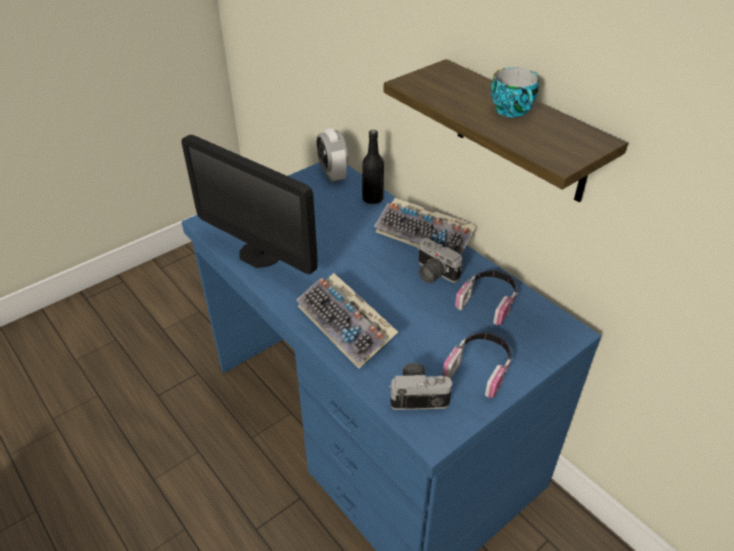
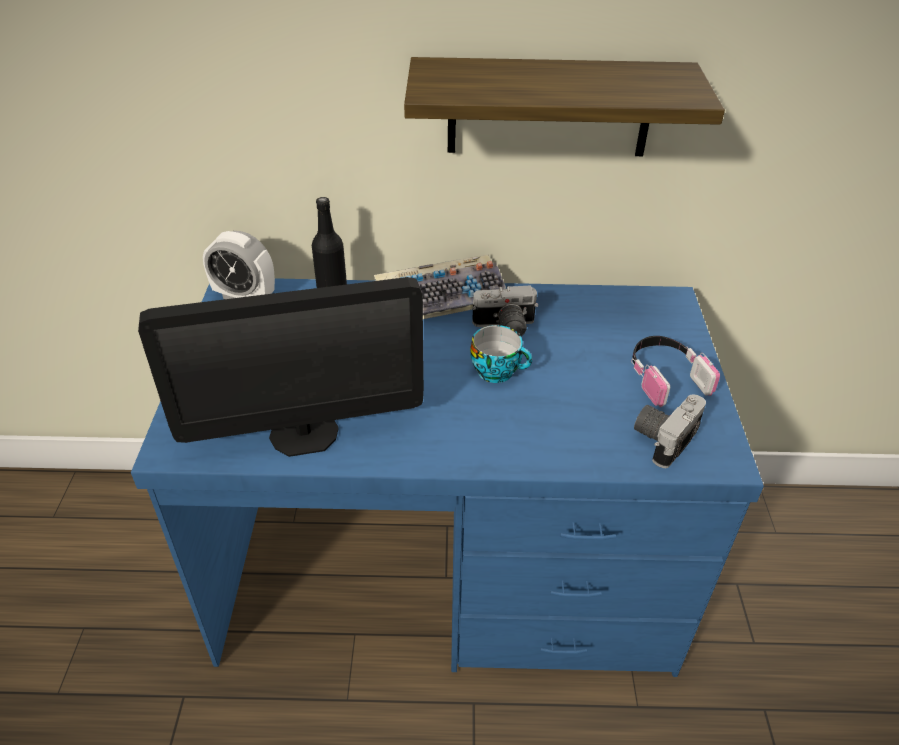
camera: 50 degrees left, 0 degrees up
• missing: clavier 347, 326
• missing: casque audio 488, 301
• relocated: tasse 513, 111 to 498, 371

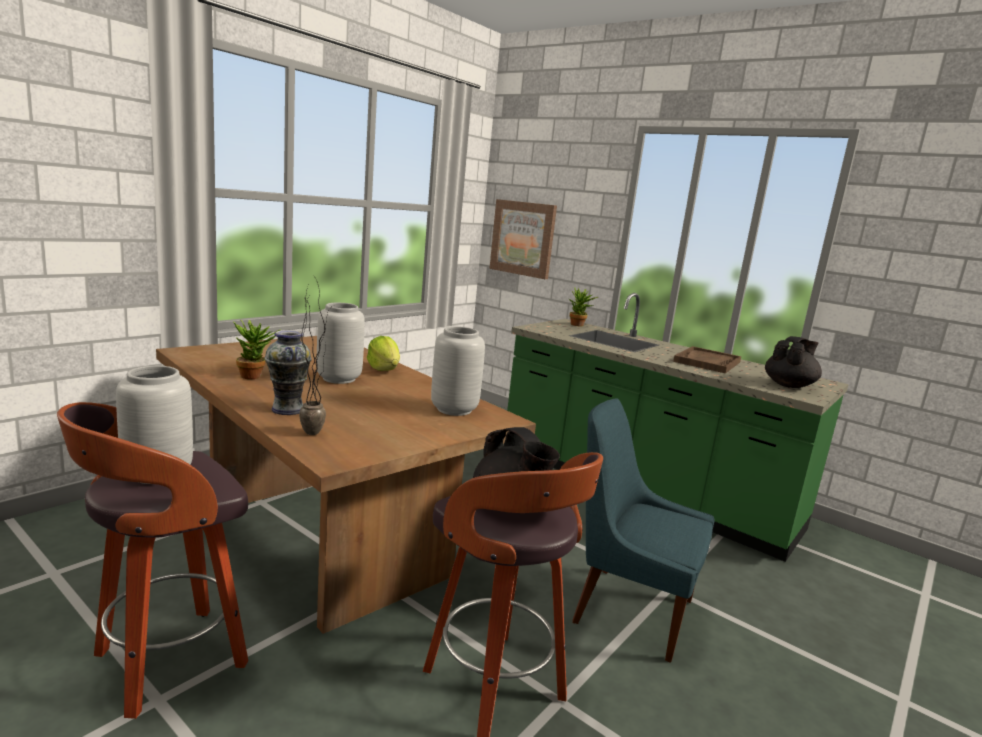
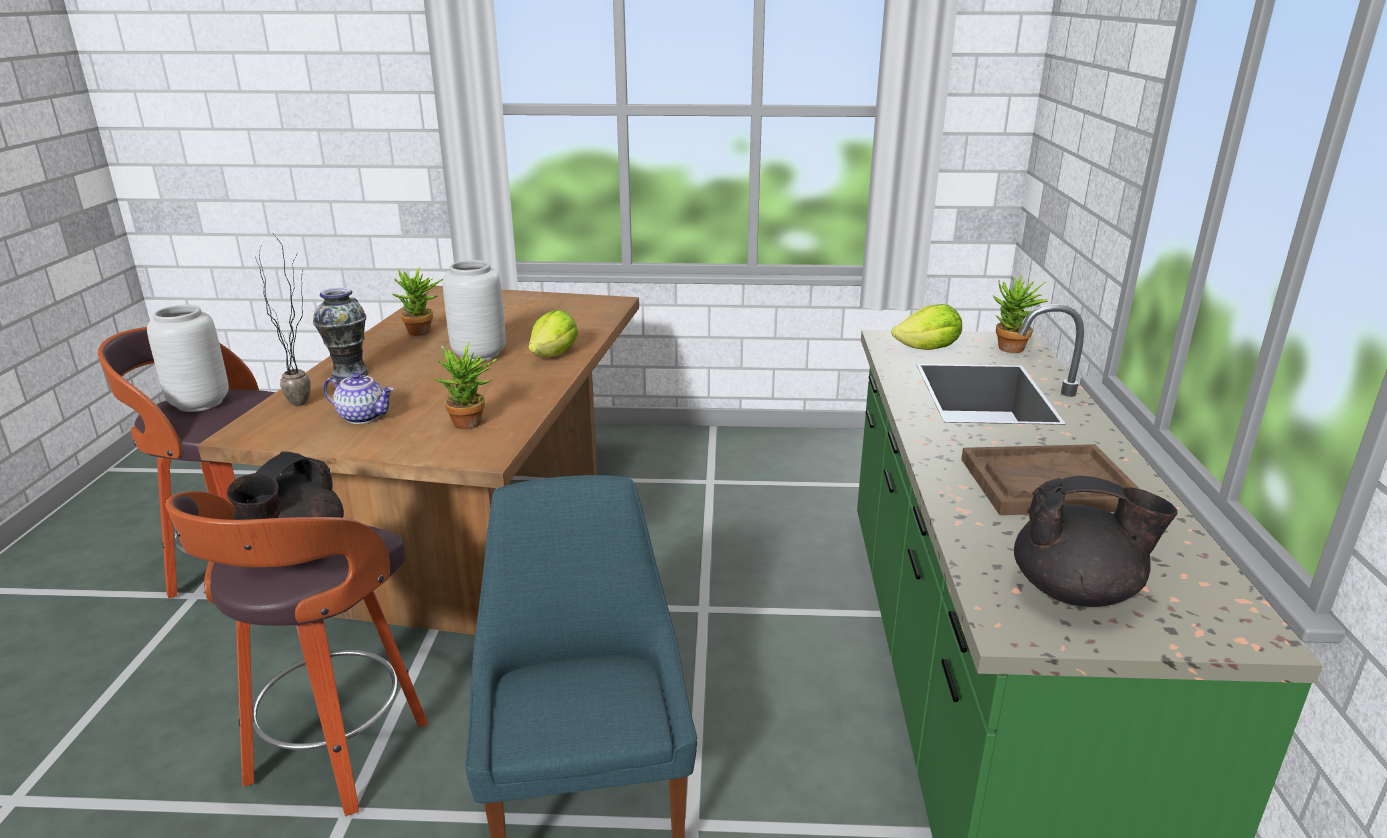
camera: 55 degrees right, 10 degrees up
• missing: tableau 523, 238
• appeared: théière 364, 416
• appeared: laitue 928, 349
• exchanged: vase (gris) 454, 410 to plante en pot 472, 425

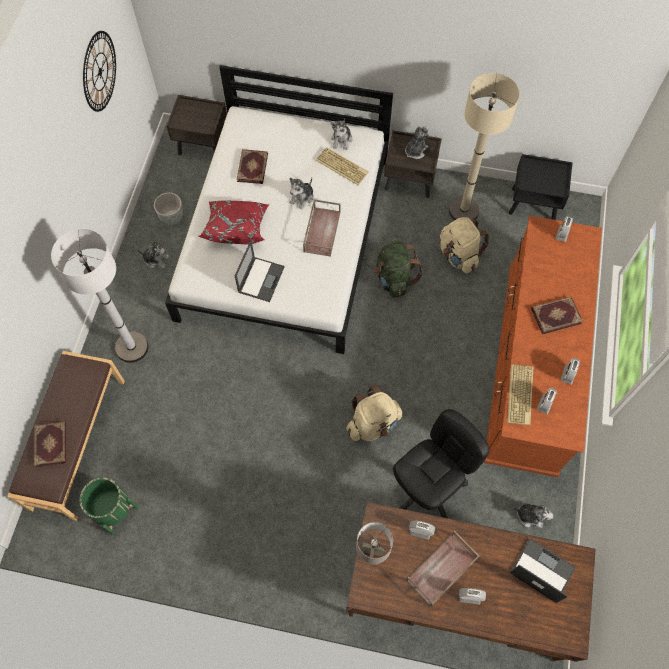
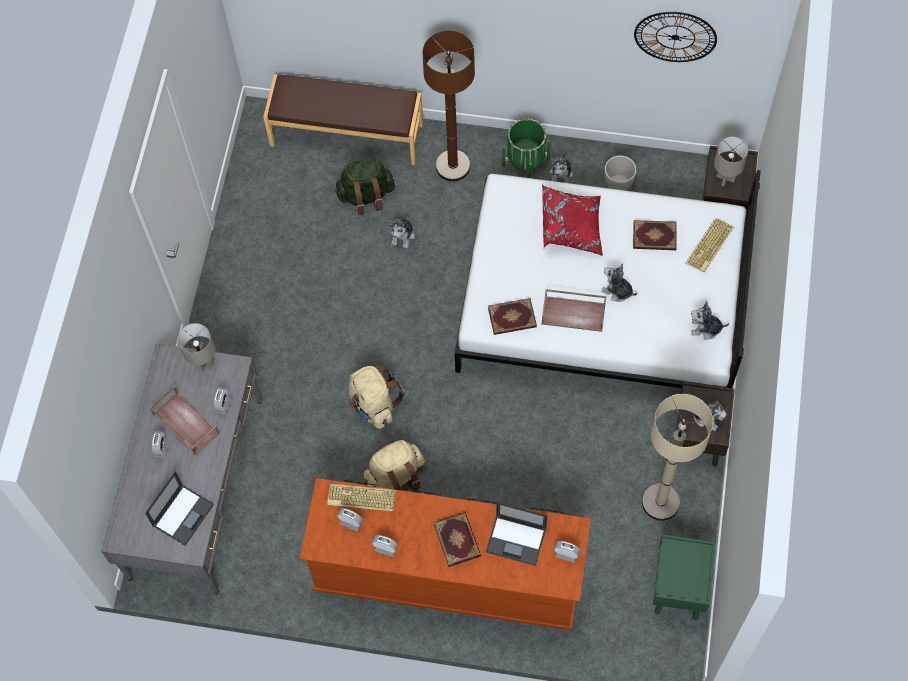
camera: 90 degrees right, 0 degrees up
• missing: chaise de bureau (noir) 428, 487
• appeared: lampe de table (gris) 725, 179
• relocated: livre 52, 444 to 512, 318
• relocated: cache-pot (vert) 114, 510 to 526, 162
• relocated: ordinateur portable 261, 279 to 517, 540
• relocated: clavier 343, 166 to 710, 246
• relocated: sac à dos (vert) 394, 278 to 366, 196
• relocated: sac à dos (beige) 458, 255 to 395, 476
• relocated: peluche 530, 516 to 402, 236
• colour: lampadaire (blanc) 132, 347 to lampadaire (marron) 452, 166
• colour: bureau (marron) 456, 592 to bureau (gris) 196, 488
• colour: table de chevet (noir) 533, 204 to table de chevet (vert) 679, 589

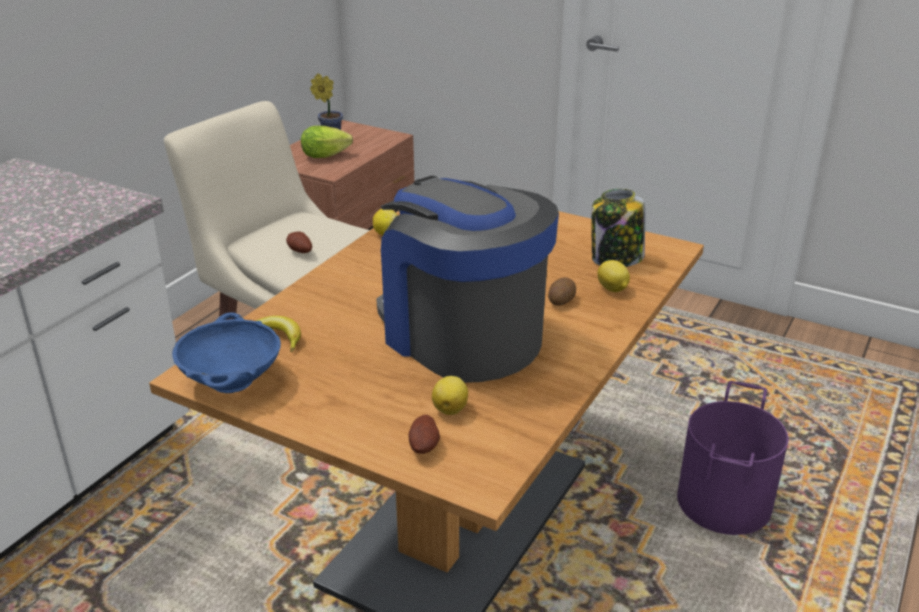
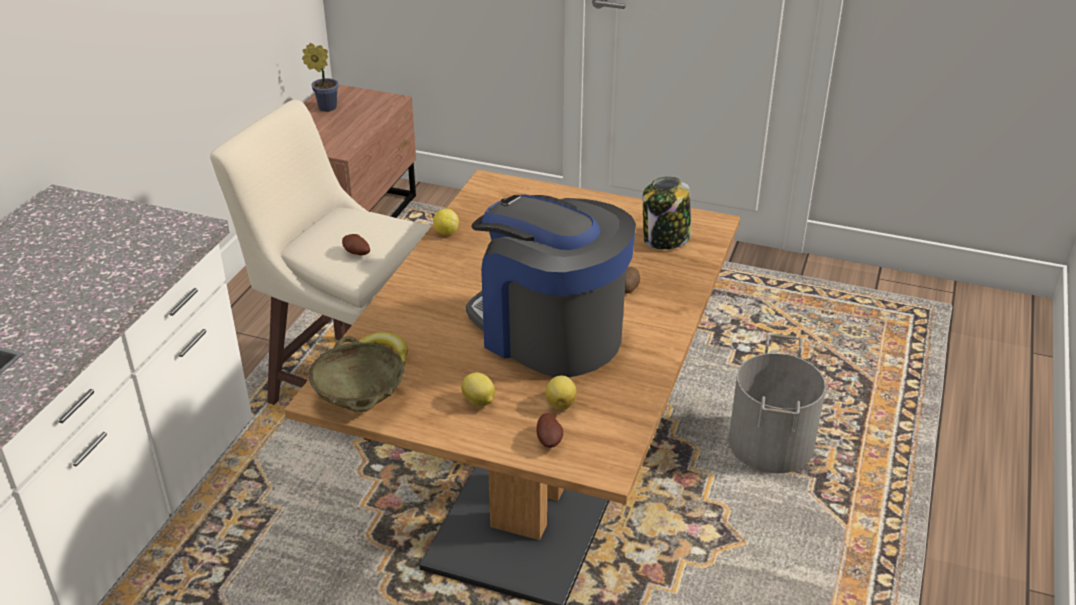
camera: 10 degrees left, 5 degrees up
• missing: laitue 328, 156
• relocated: citron 612, 289 to 479, 402
• colour: bol (bleu) 231, 382 to bol (beige) 360, 400
• colour: seau (violet) 725, 503 to seau (gris) 772, 445

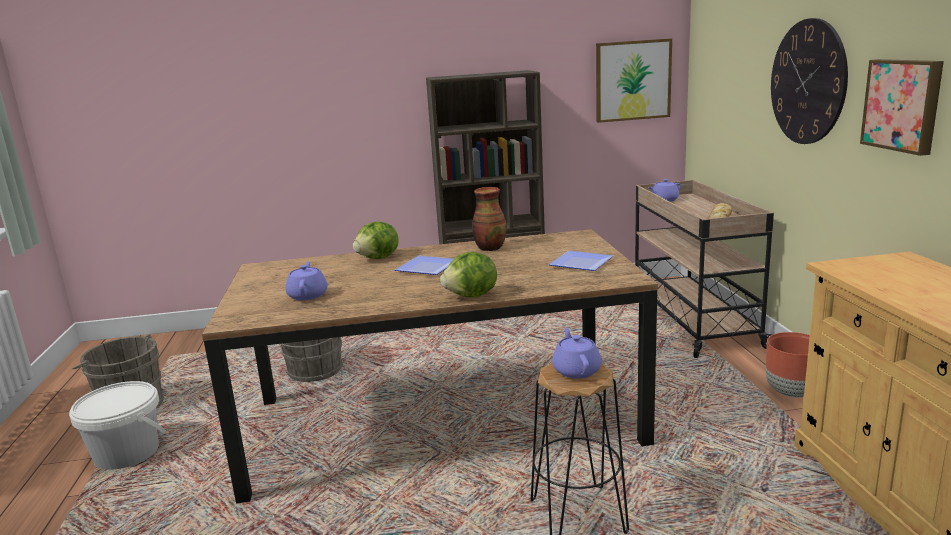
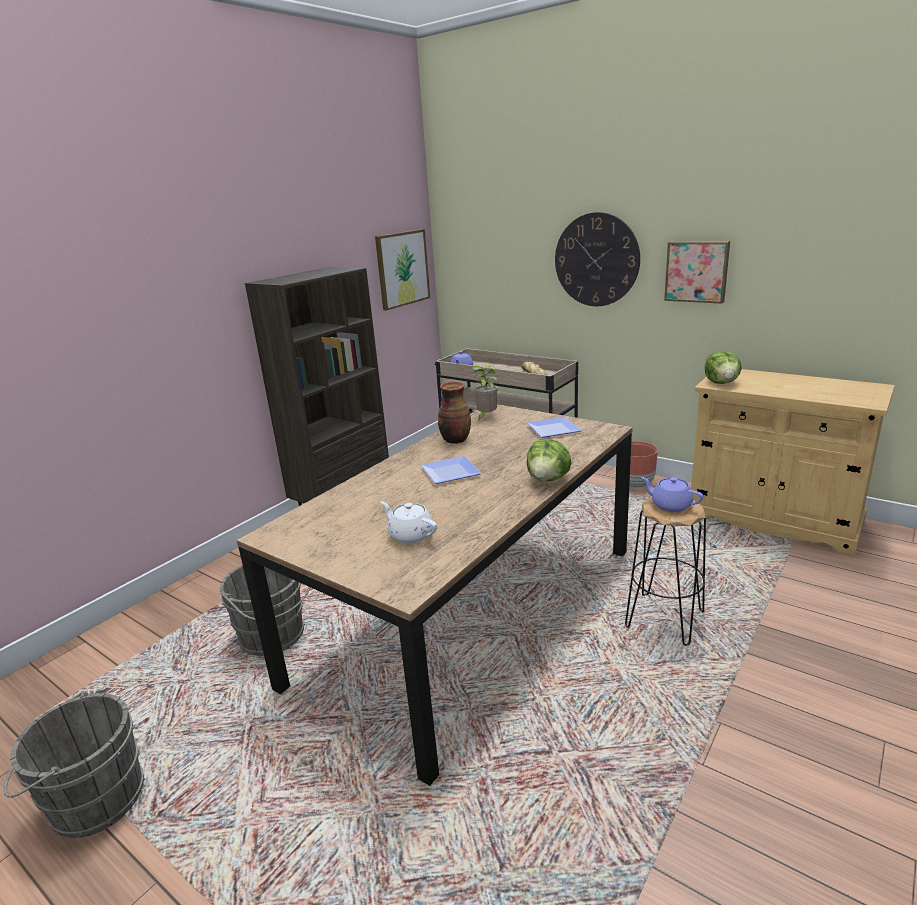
camera: 45 degrees left, 5 degrees up
• missing: seau (blanc) 127, 453
• appeared: plante en pot 486, 417
• relocated: laitue 378, 258 to 722, 383
• colour: théière (violet) 308, 295 to théière (blanc) 410, 535

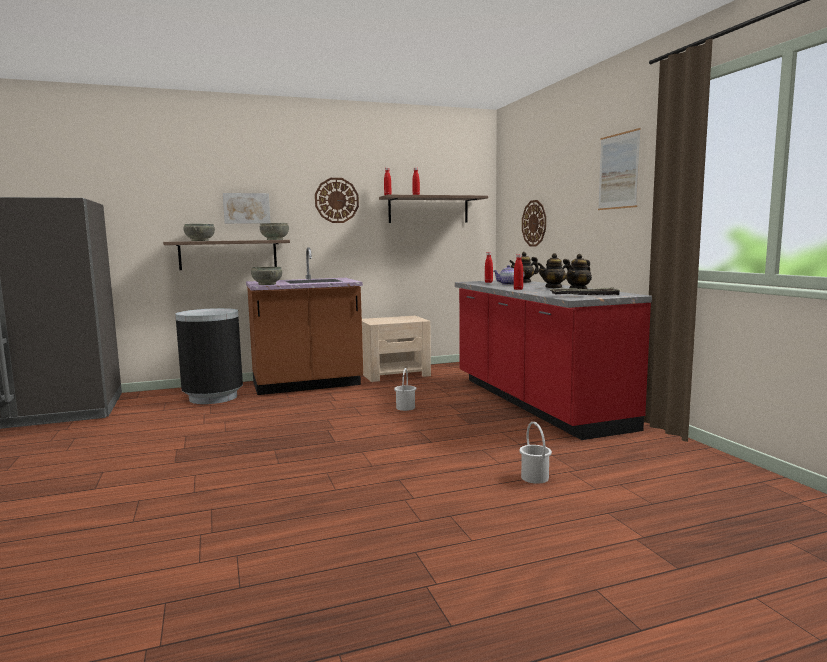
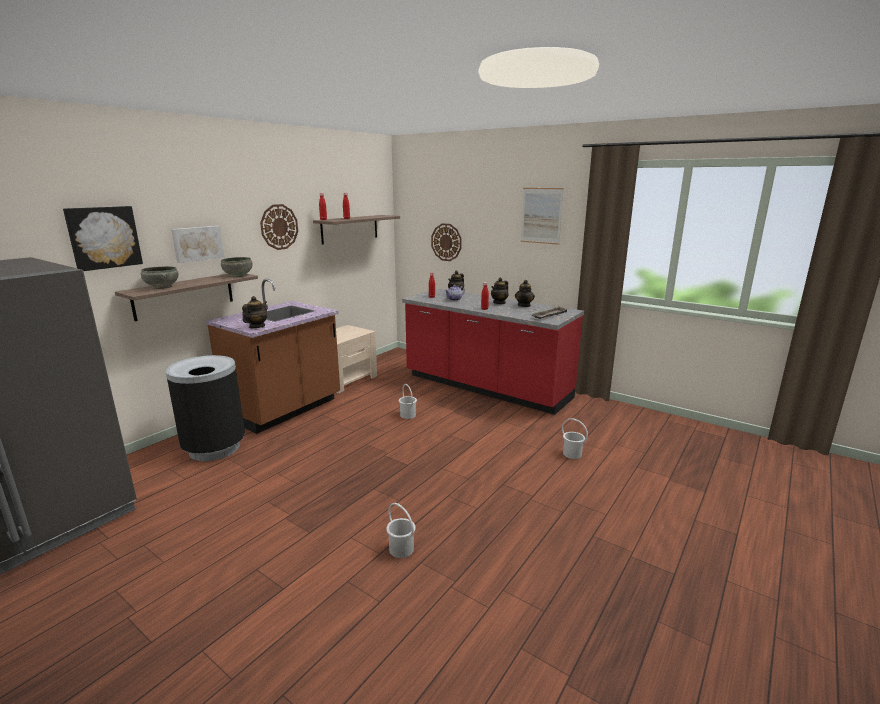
camera: 35 degrees left, 10 degrees up
• appeared: tableau 103, 237
• appeared: seau (blanc) 401, 549
• exchanged: bol (gris) 266, 284 to théière 256, 326

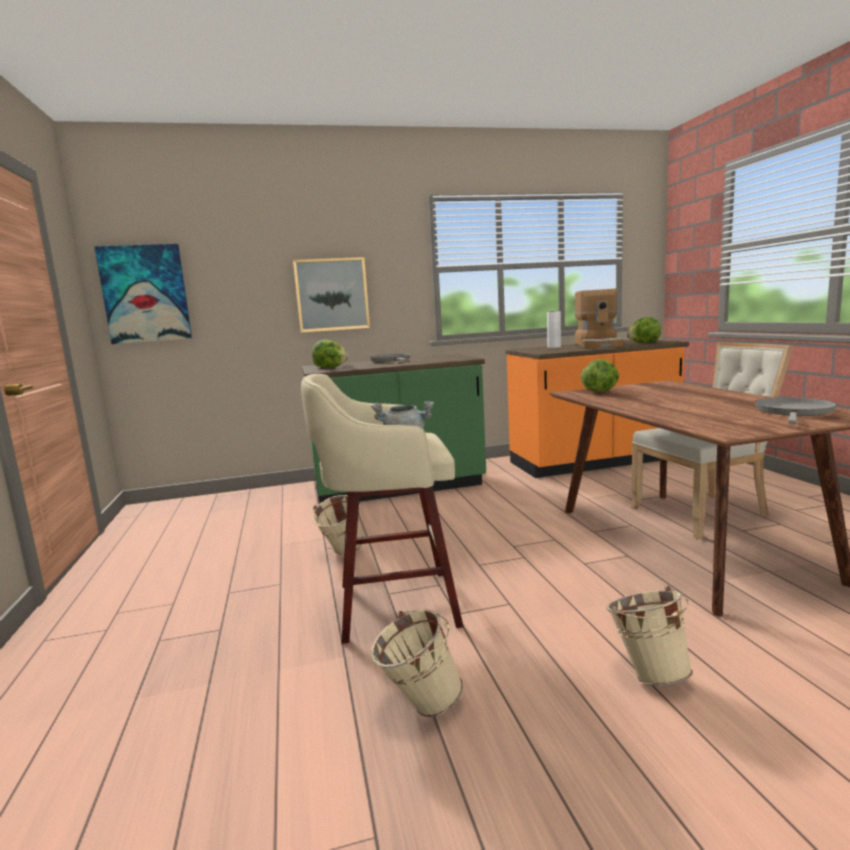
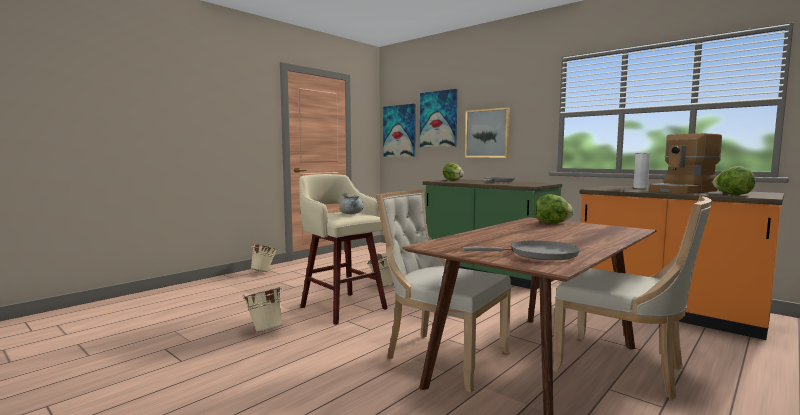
camera: 55 degrees right, 5 degrees down
• appeared: chaise (beige) 441, 357
• appeared: tableau 438, 119
• relocated: seau (beige) 648, 672 to 264, 272

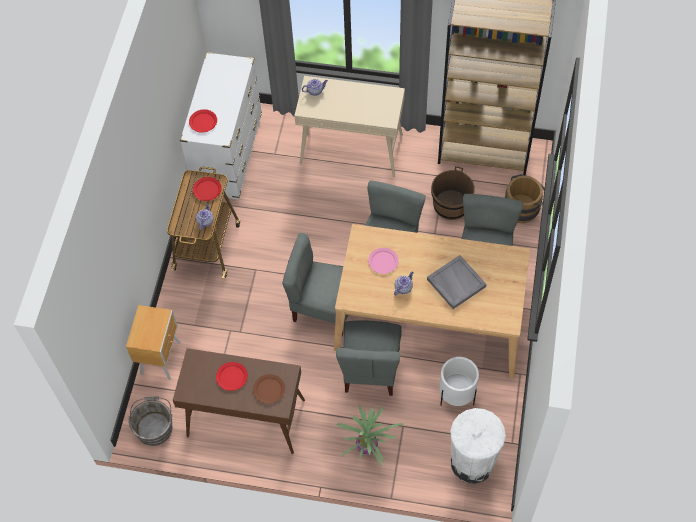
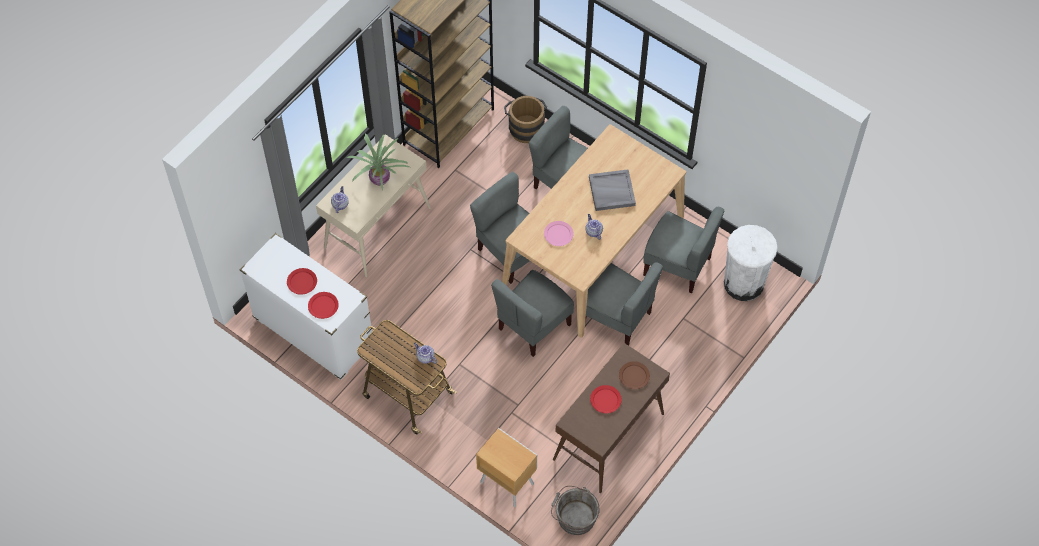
camera: 65 degrees left, 0 degrees up
• missing: seau (marron) 451, 205
• relocated: assiette (rouge) 207, 189 to 301, 282
• relocated: plante en pot 368, 447 to 380, 178
• exchanged: cache-pot (blanc) 456, 396 to chaise (gris) 678, 266

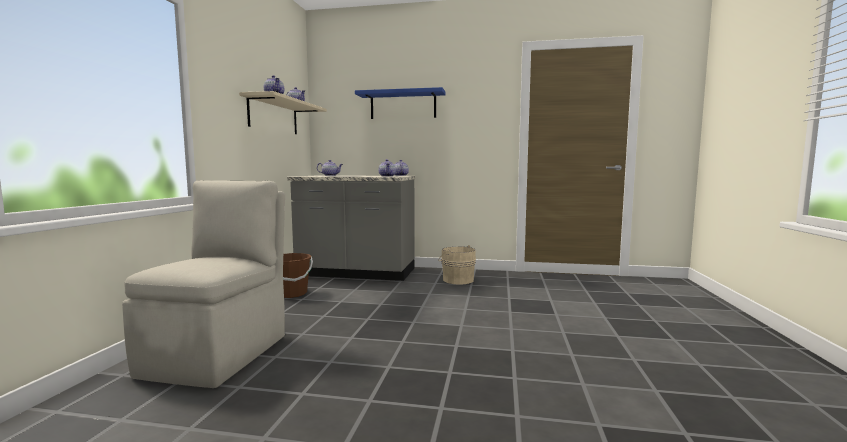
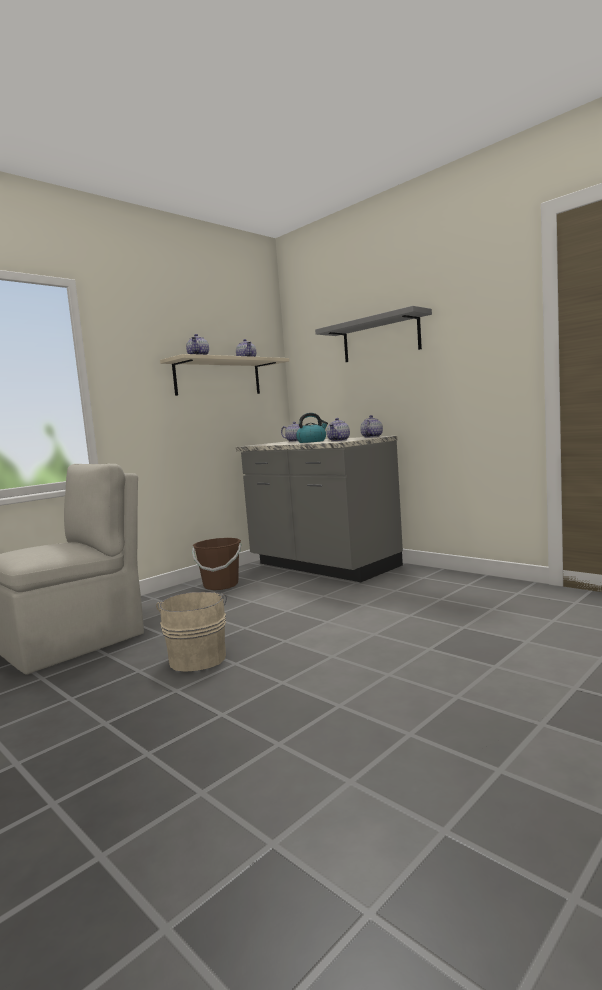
camera: 35 degrees right, 0 degrees up
• appeared: bouilloire 312, 441
• relocated: seau (beige) 457, 280 to 198, 657
• colour: étagère (bleu) 403, 105 to étagère (gris) 380, 338

